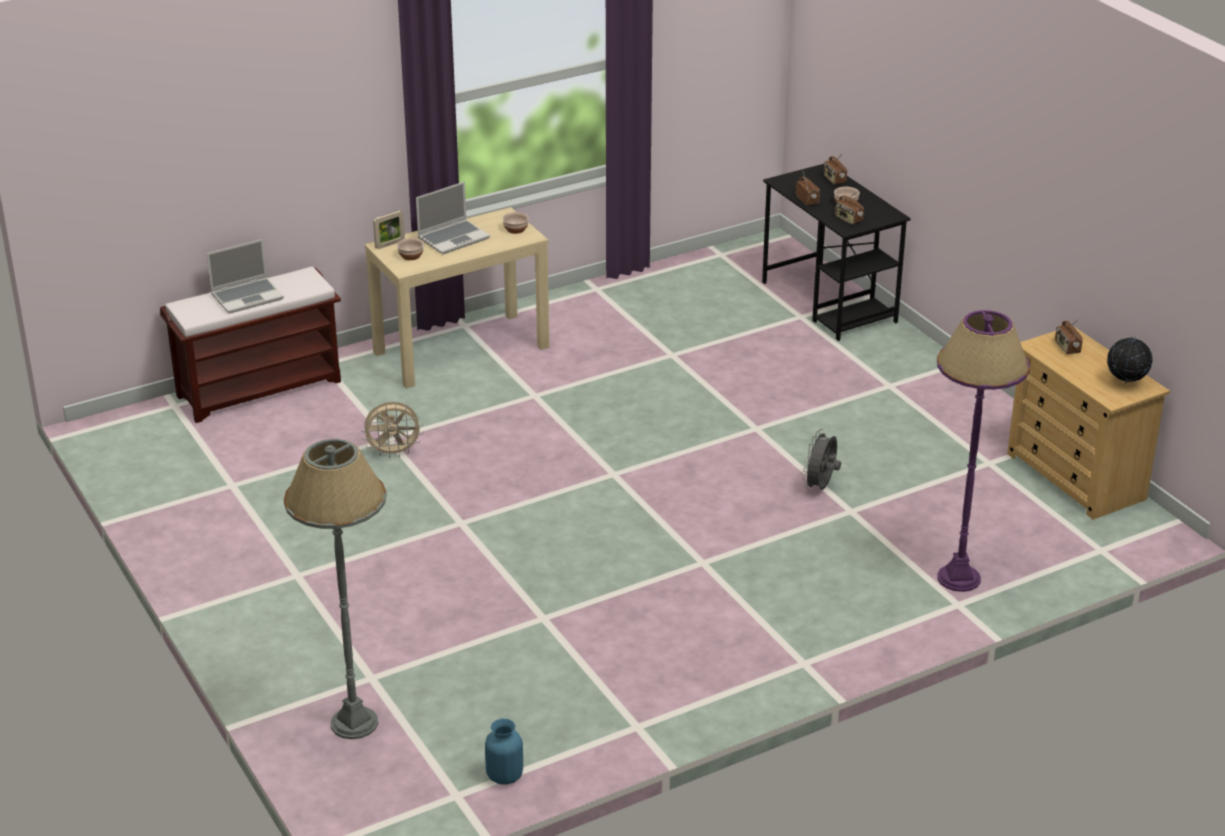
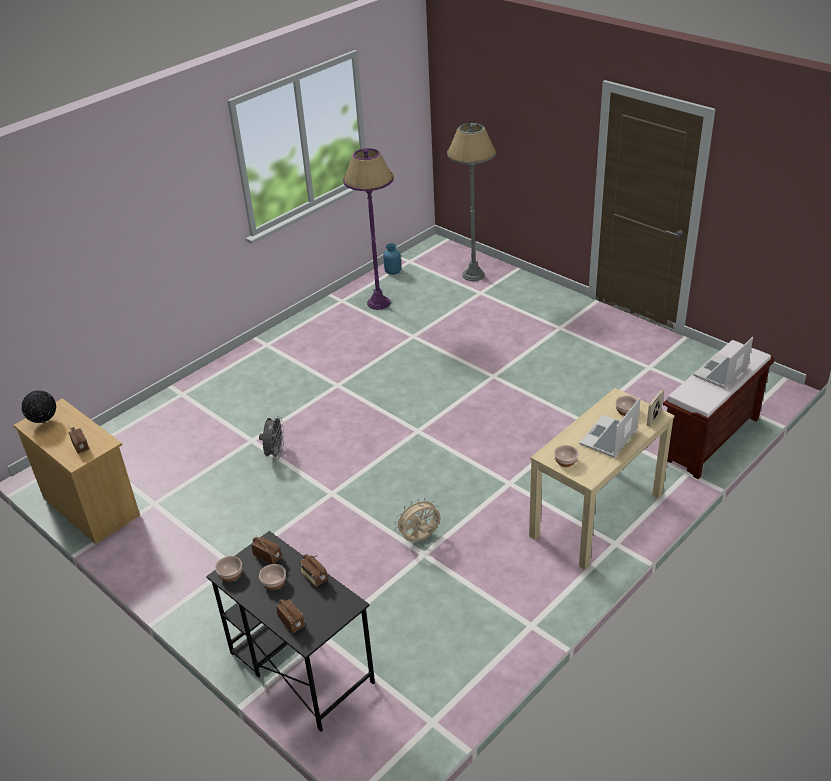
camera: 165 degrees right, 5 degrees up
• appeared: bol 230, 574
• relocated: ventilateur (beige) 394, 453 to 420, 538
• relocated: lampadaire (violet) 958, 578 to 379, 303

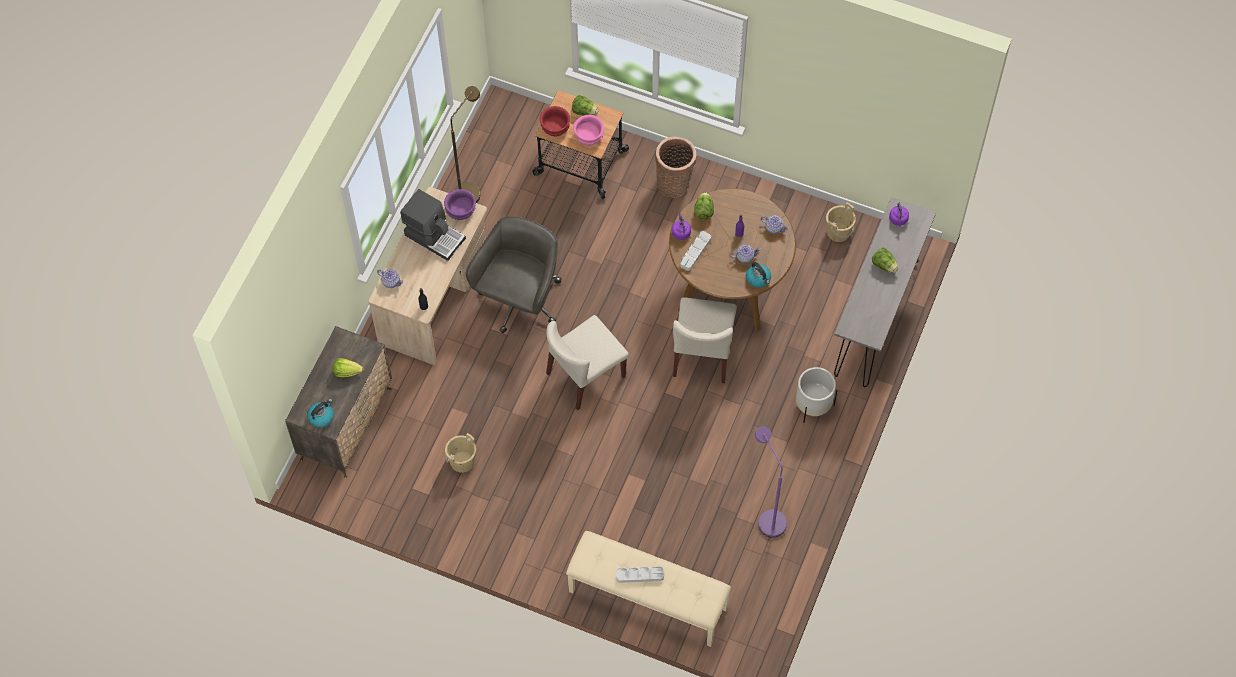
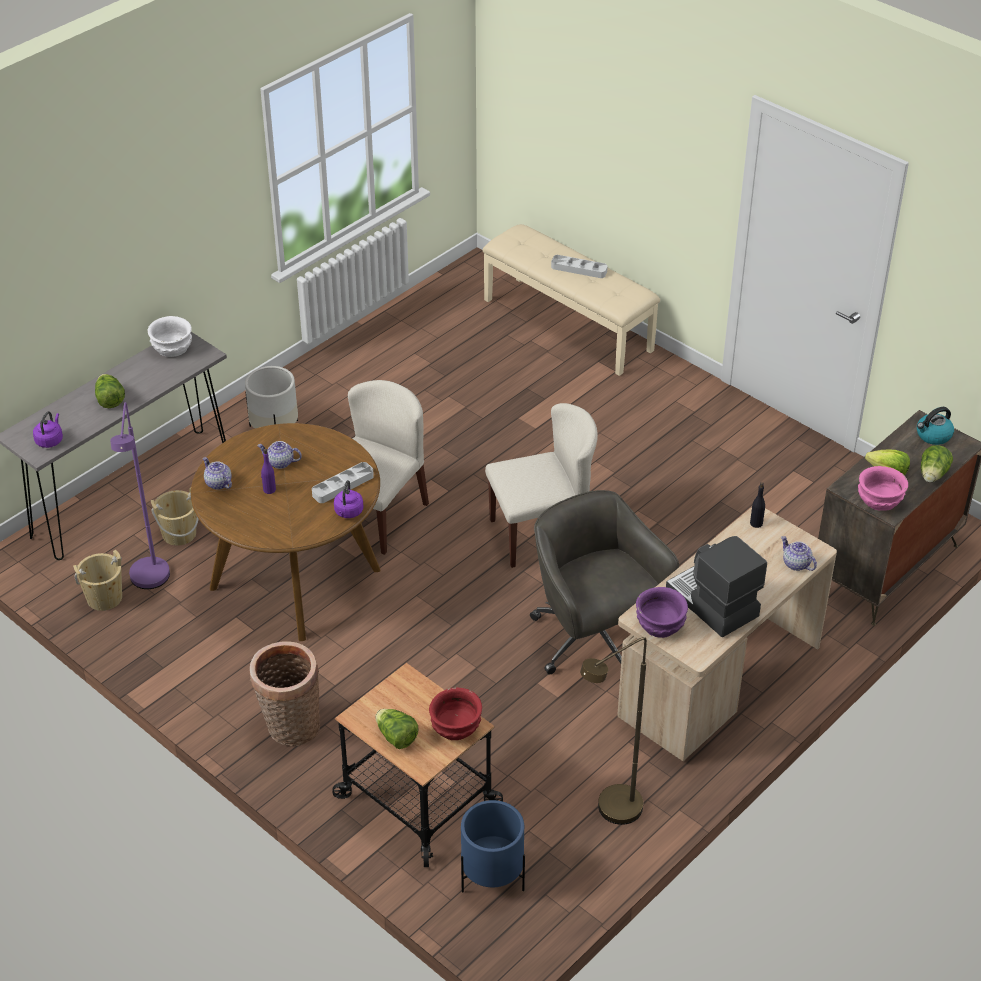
camera: 160 degrees left, 20 degrees down
• missing: bouilloire 758, 278
• appeared: bol (blanc) 172, 348
• appeared: cache-pot (bleu) 492, 876
• relocated: seau (beige) 462, 461 to 179, 534
• relocated: bol (rose) 589, 136 to 878, 500
• relocated: laitue 703, 211 to 932, 475
• relocated: lampadaire (violet) 767, 517 to 151, 583
• spun: chaise de bureau (gris) 520, 300 = 594, 641 105 degrees clockwise

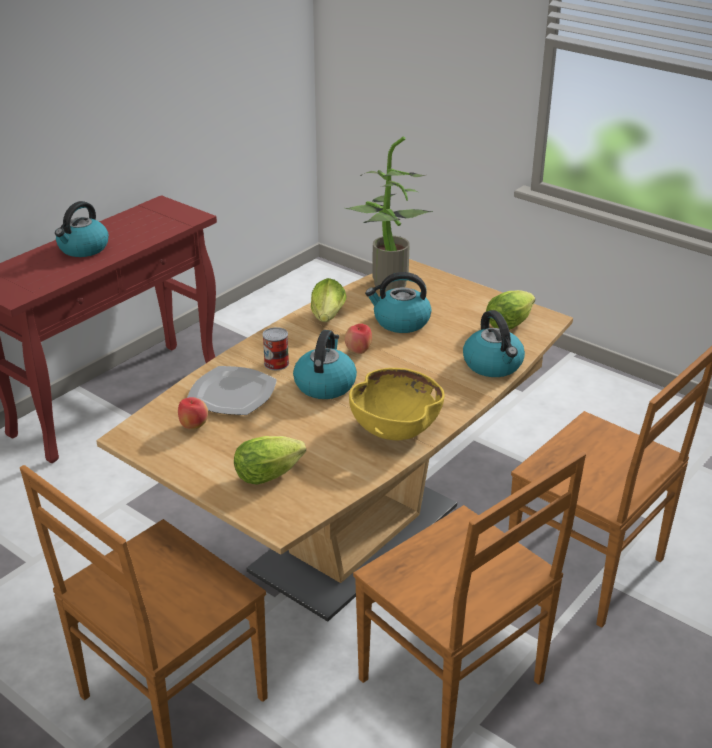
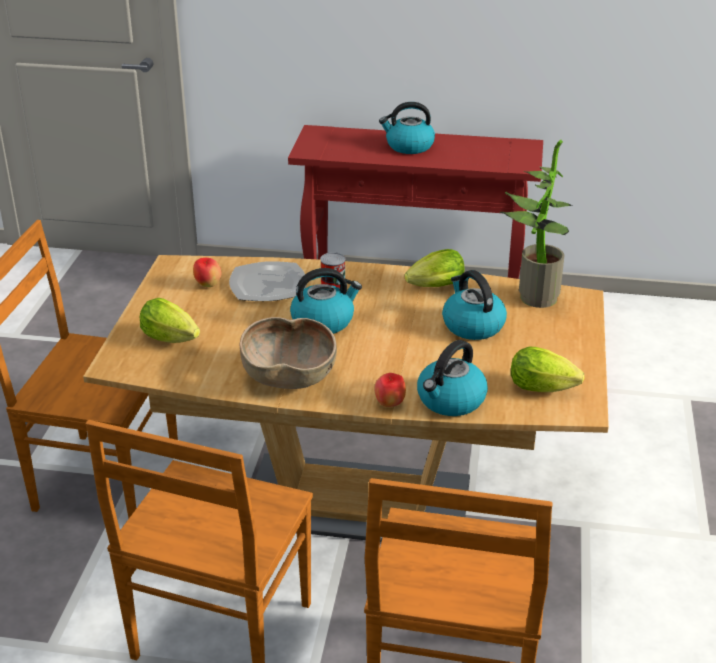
camera: 60 degrees right, 0 degrees up
• relocated: pomme 358, 351 to 389, 404
• colour: bol (jaune) 395, 427 to bol (marron) 289, 377

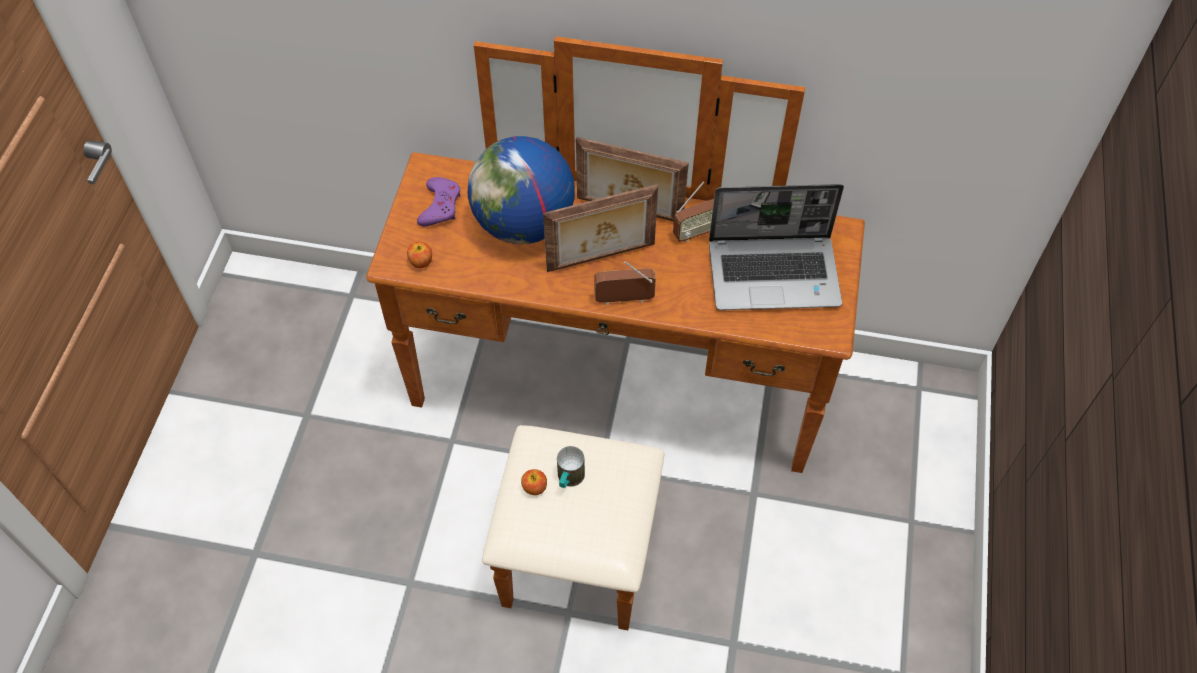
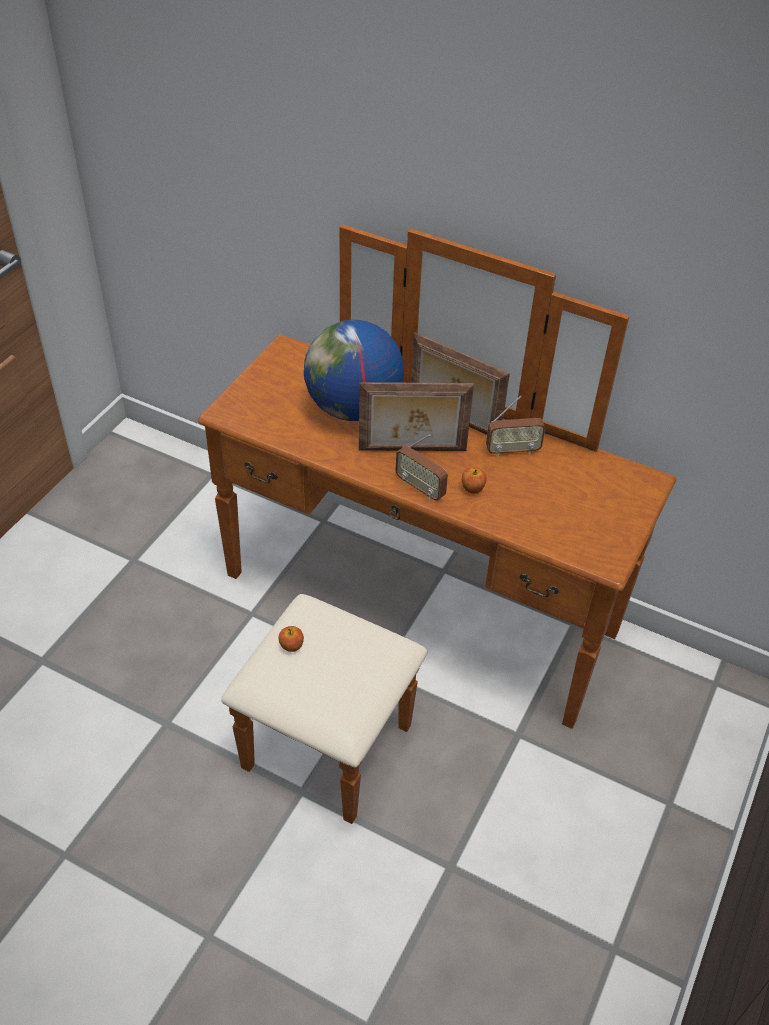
camera: 15 degrees right, 10 degrees down
• missing: manette (violet) 440, 206
• missing: mug 569, 480
• missing: ordinateur portable 775, 273
• relocated: pomme 421, 262 to 472, 488
• spun: radio 624, 299 = 420, 488 150 degrees counterclockwise

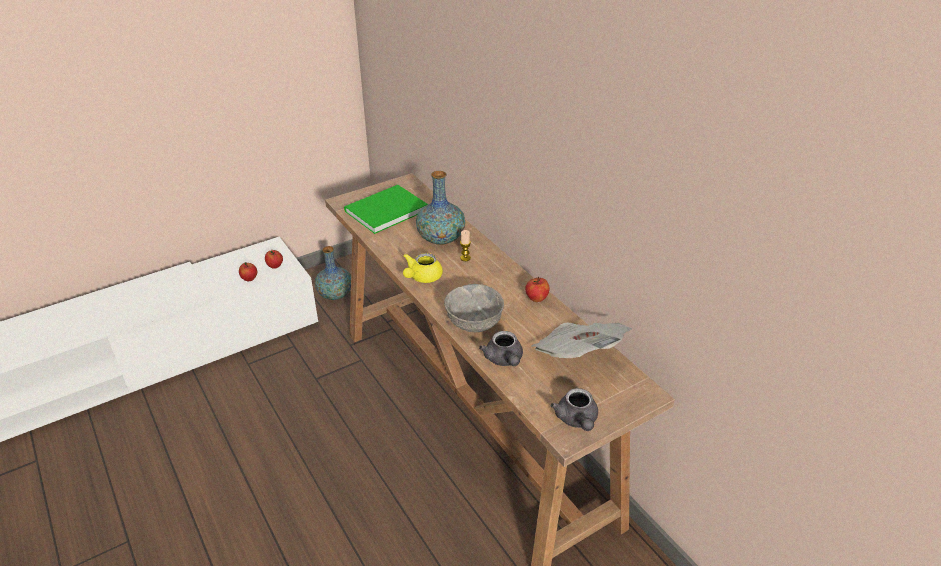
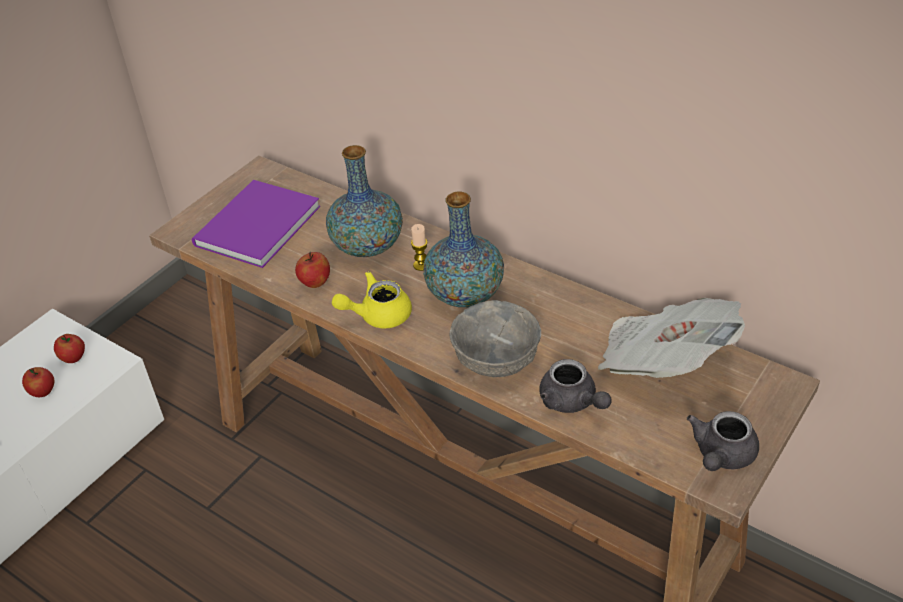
camera: 20 degrees left, 5 degrees up
• relocated: vase 335, 294 to 465, 294
• relocated: pomme 536, 298 to 315, 282
• colour: livre (vert) 383, 210 to livre (violet) 253, 227
• spun: théière (jaune) 422, 277 = 377, 315 60 degrees clockwise
• spun: théière (gris) 577, 420 = 721, 456 60 degrees clockwise

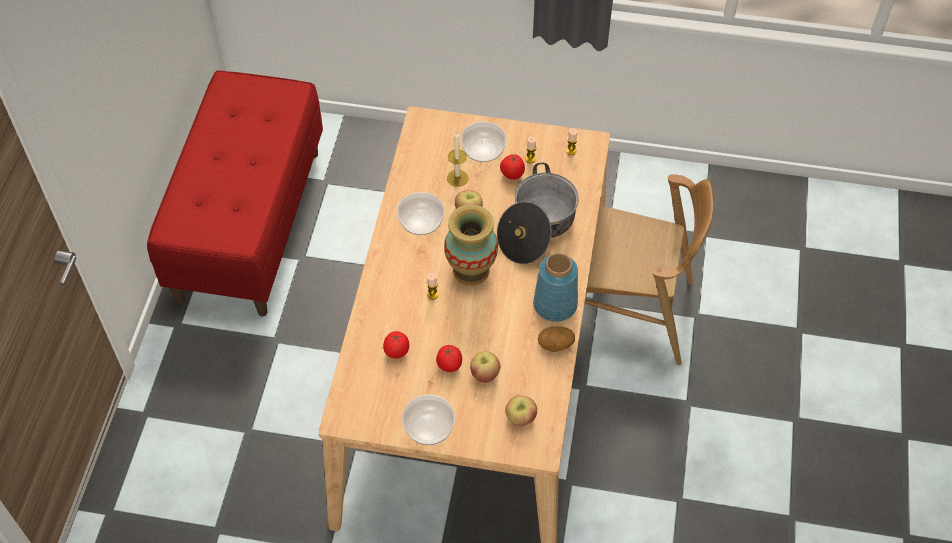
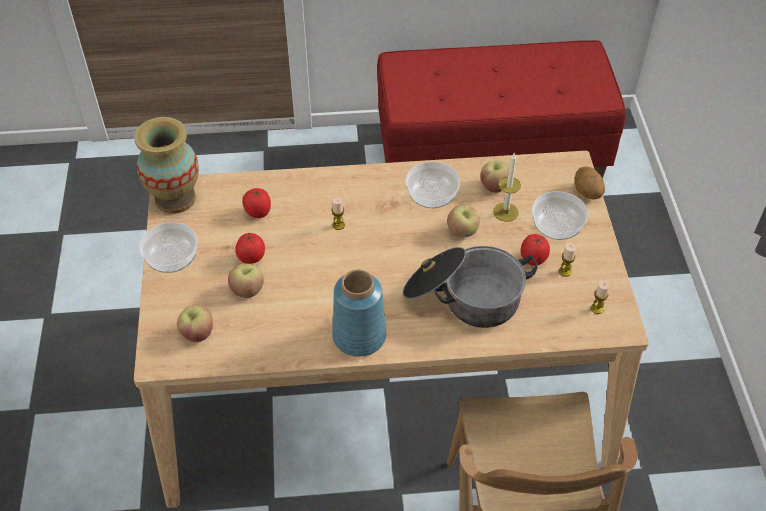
camera: 75 degrees right, 5 degrees down
• appeared: pomme 494, 186
• relocated: vase 471, 270 to 175, 199
• relocated: pomme de terre 555, 345 to 586, 193

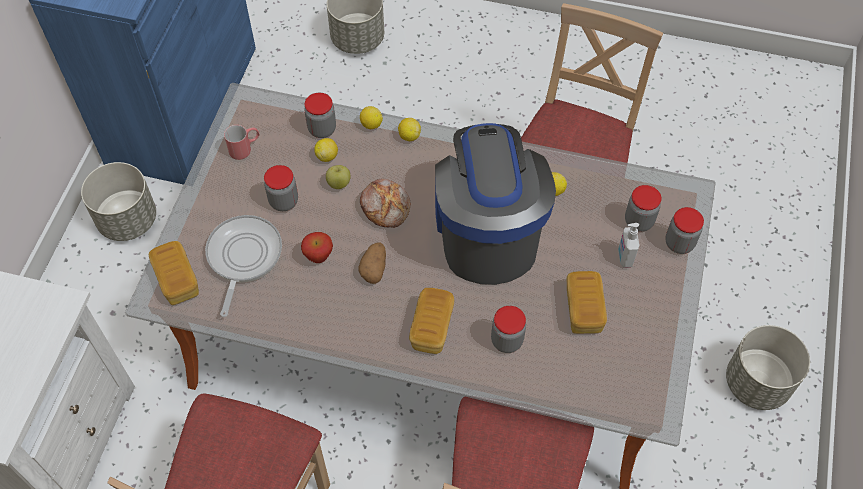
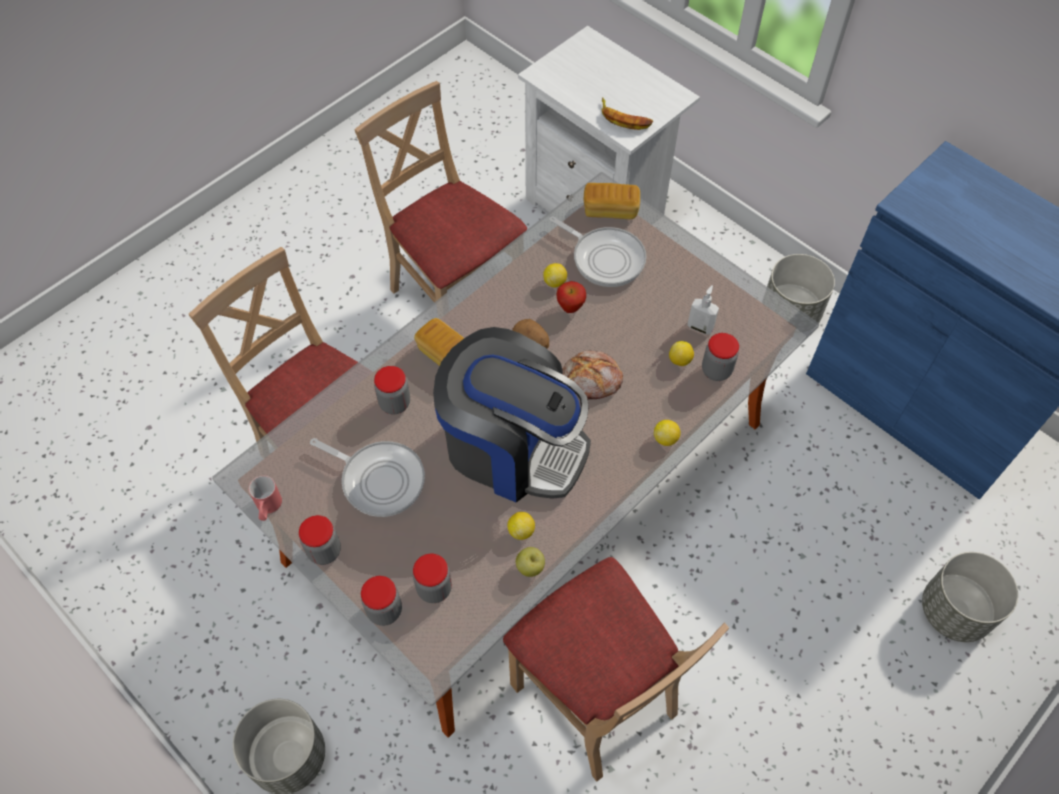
camera: 120 degrees right, 0 degrees up
• appeared: banane 624, 118
• relocated: mug (rouge) 245, 148 to 268, 508
• relocated: bocal 283, 201 to 324, 551
• relocated: pomme 339, 183 to 530, 567
• relocated: citron 371, 124 to 555, 282
• relocated: distributeur de savon 624, 257 to 700, 327
• exchanged: pain 583, 310 to poêle 379, 479

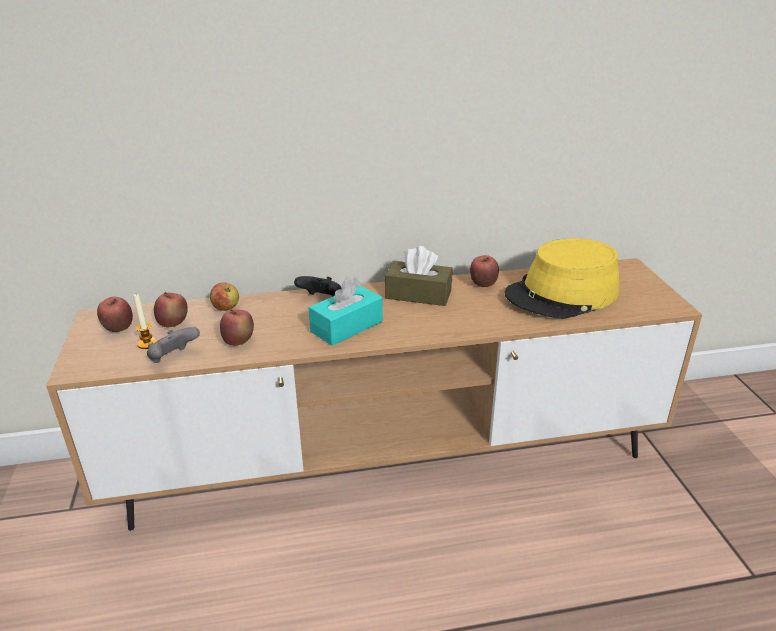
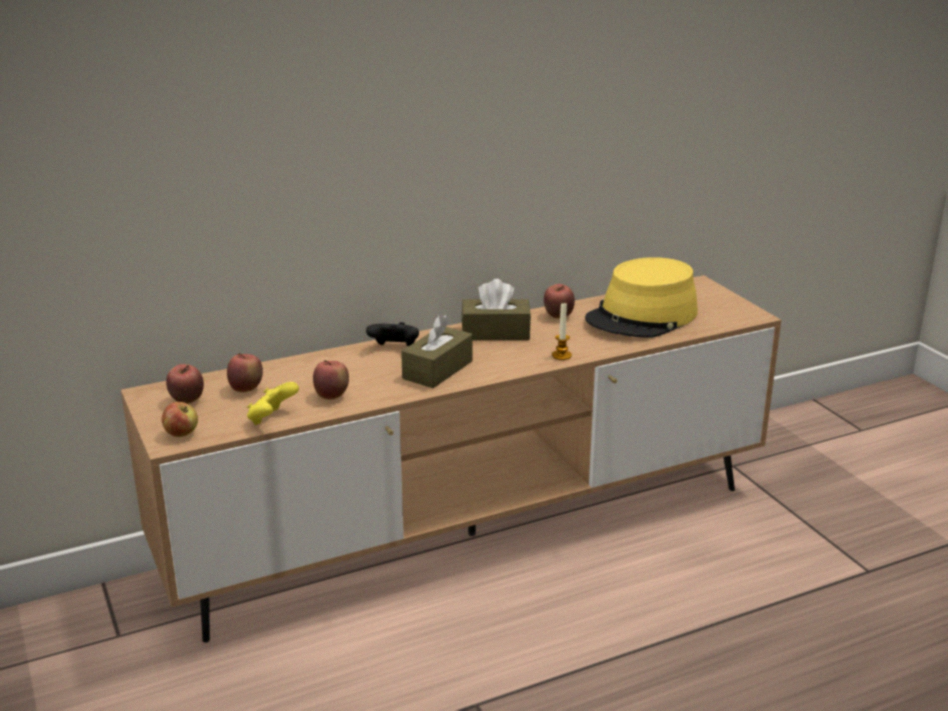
camera: 15 degrees left, 5 degrees down
• relocated: bougie 147, 343 to 561, 355
• relocated: pomme 226, 308 to 181, 434
• colour: manette (gris) 173, 358 to manette (jaune) 272, 419
• colour: boîte à mouchoirs (turquoise) 346, 326 to boîte à mouchoirs (marron) 437, 370

